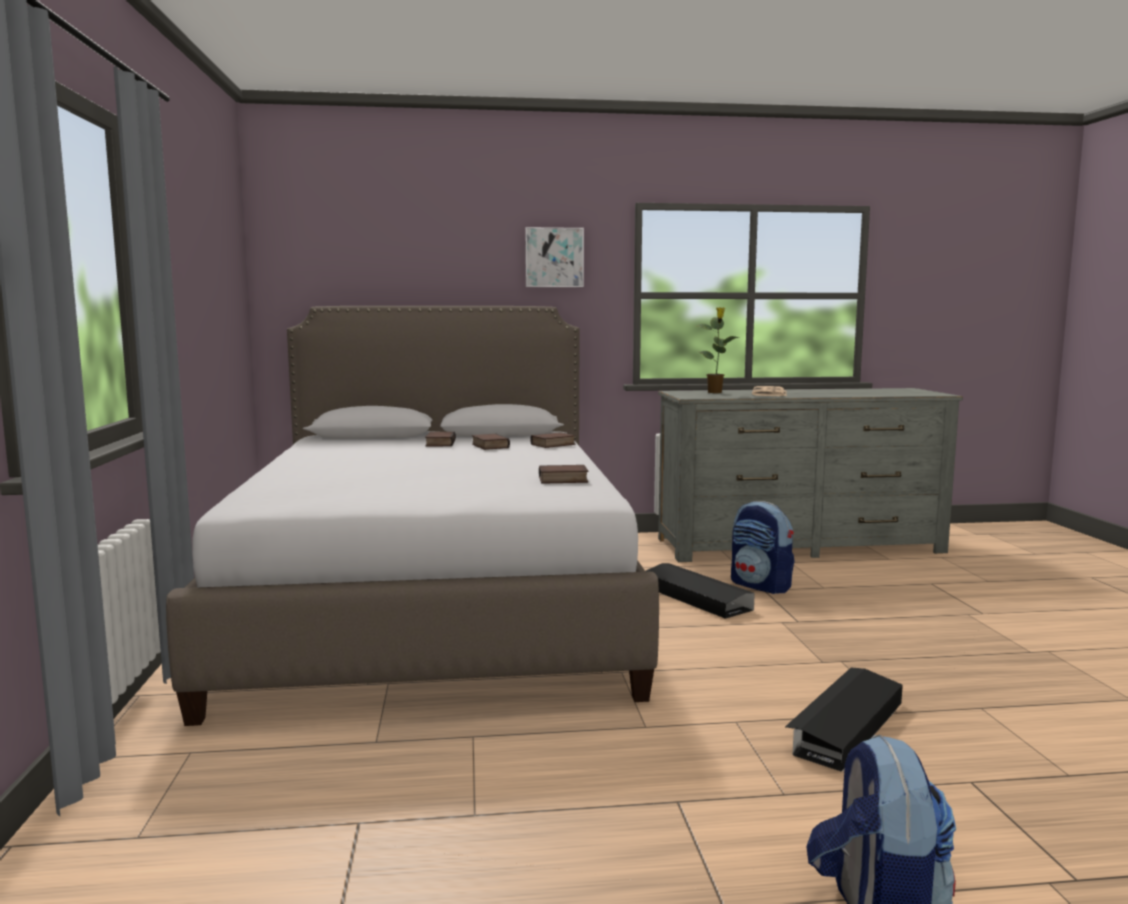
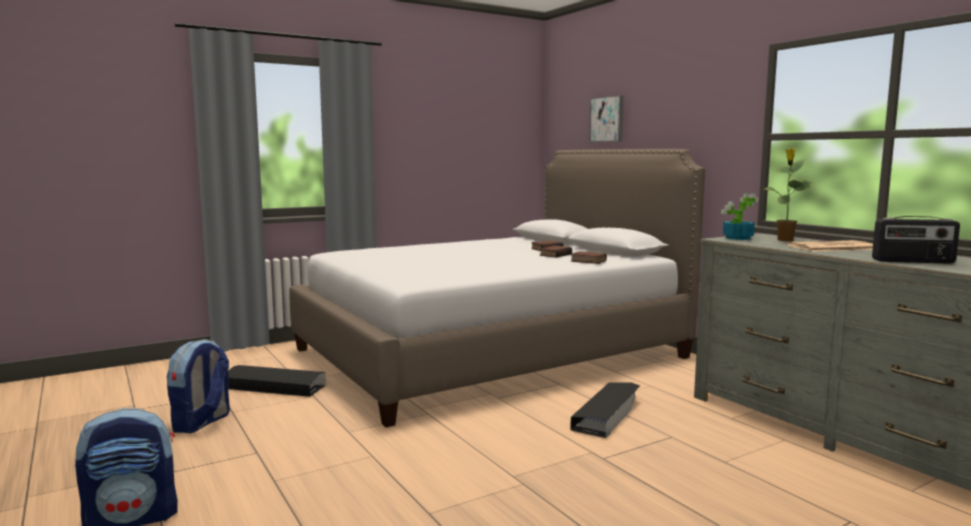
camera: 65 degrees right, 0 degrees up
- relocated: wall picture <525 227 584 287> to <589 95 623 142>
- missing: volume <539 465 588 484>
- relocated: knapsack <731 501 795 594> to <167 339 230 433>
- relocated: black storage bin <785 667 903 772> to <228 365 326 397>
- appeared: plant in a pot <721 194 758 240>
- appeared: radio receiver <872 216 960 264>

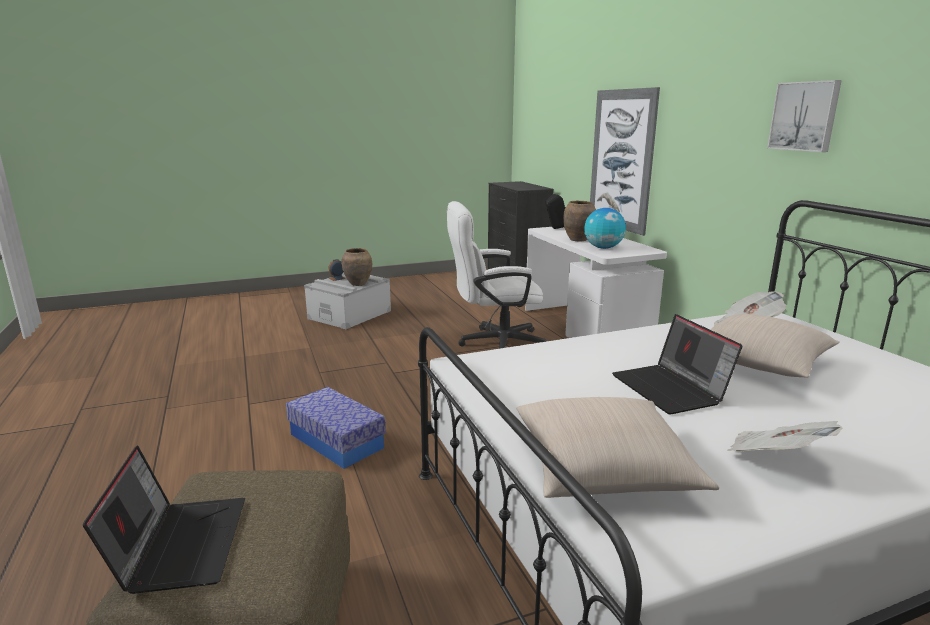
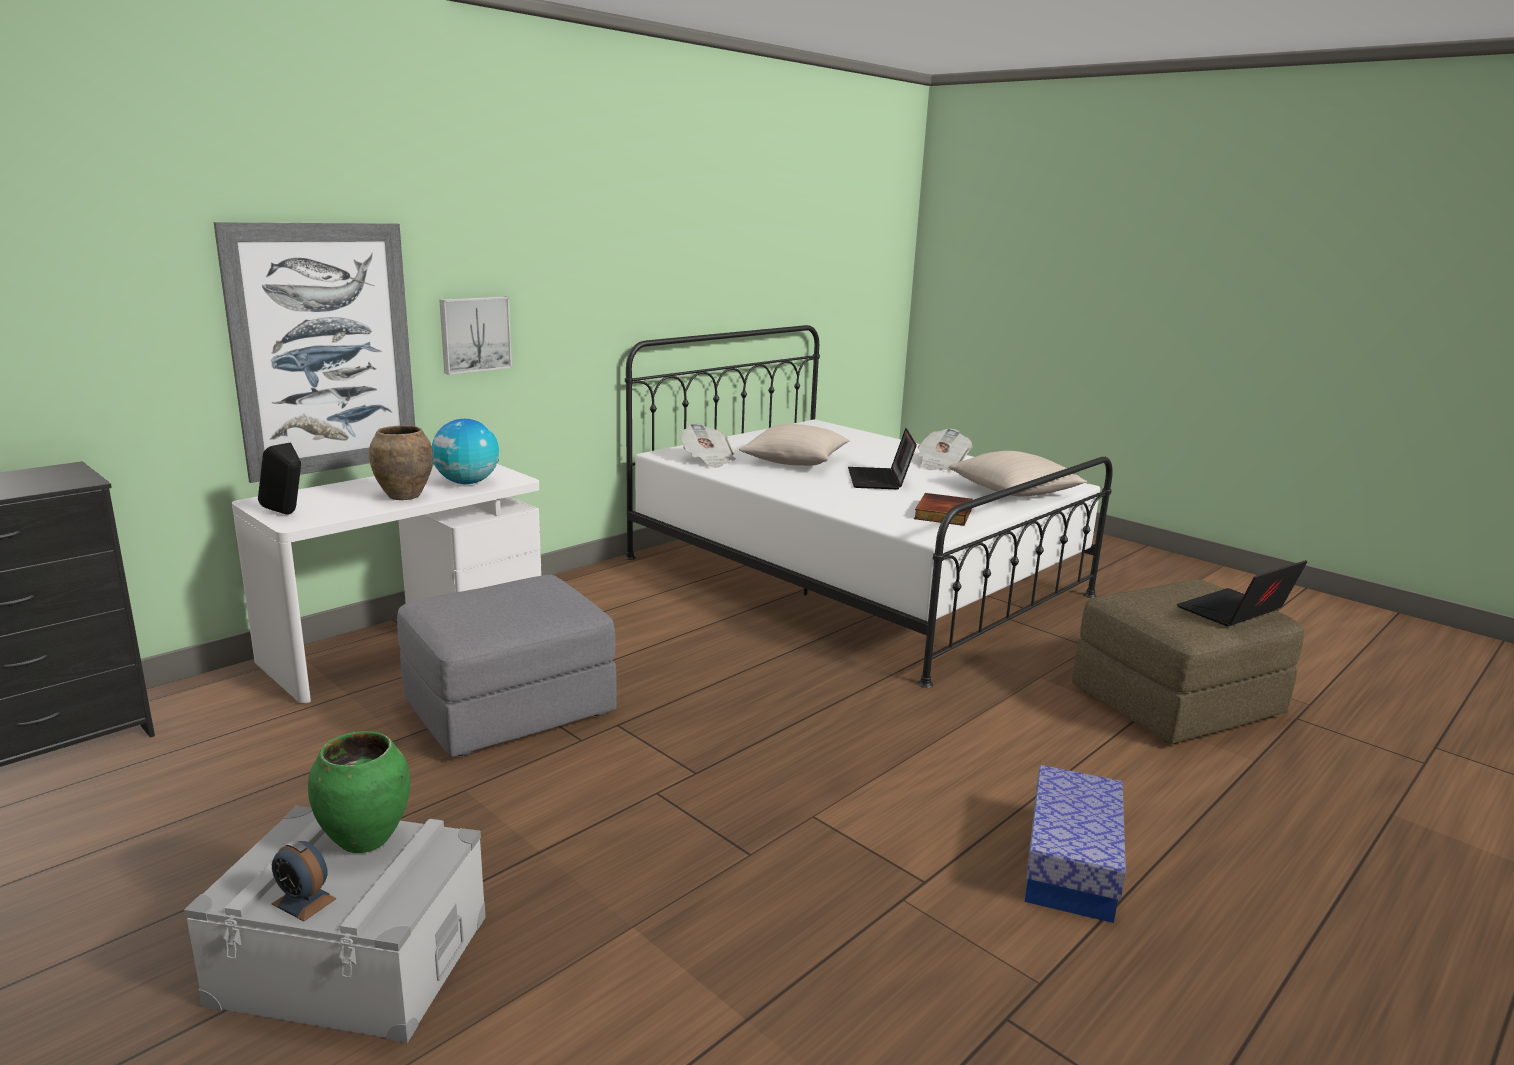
camera: 115 degrees left, 0 degrees up
- relocated: storage bin <286 387 386 469> to <1025 765 1126 923>
- colour: brown flower vase <341 248 372 286> to green flower vase <308 731 410 853>
- exchanged: white-coloured computer chair <447 201 546 349> to greyish pouffe <397 575 617 757>
- spun: notebook computer <612 314 743 414> = <848 428 917 489> 135 degrees clockwise
- relocated: wall picture <767 80 842 152> to <439 296 512 375>
- appeared: volume <914 493 973 526>

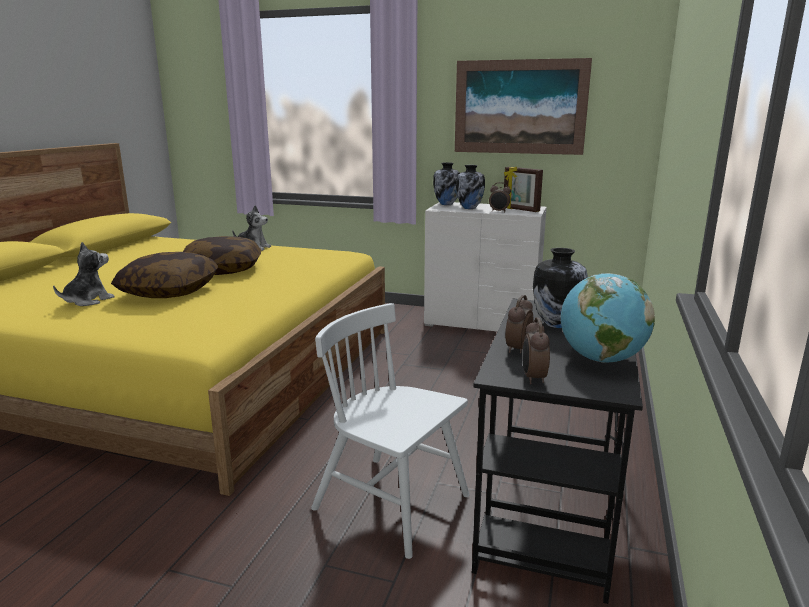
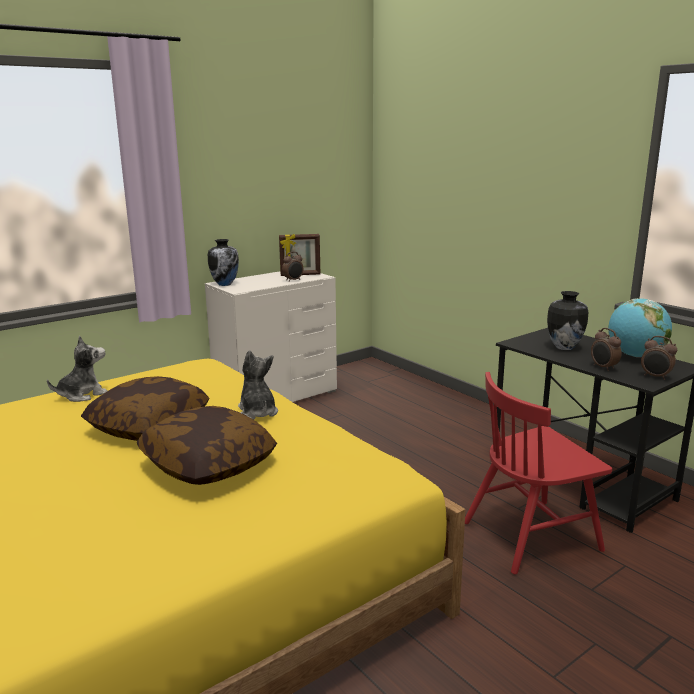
camera: 55 degrees left, 0 degrees up
- relocated: cuddly toy <53 242 115 306> to <238 350 278 420>
- colour: white-coloured upright chair <311 303 470 559> to red upright chair <465 372 612 574>
- missing: wall picture <455 58 592 155>
- missing: flower vase <456 165 485 209>

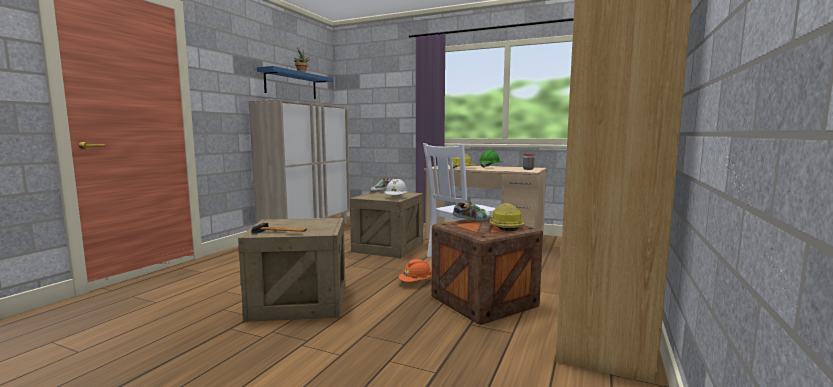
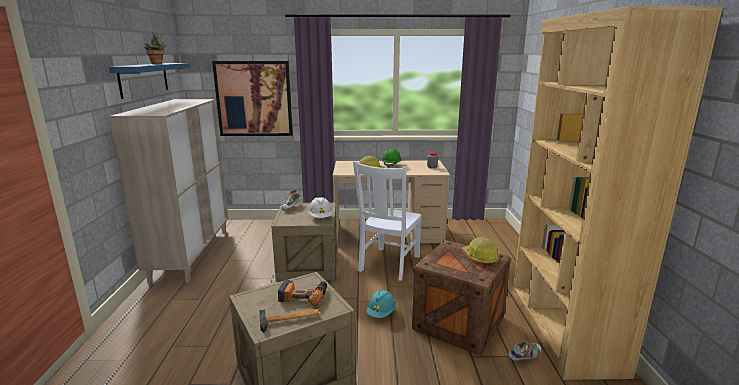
camera: 25 degrees left, 10 degrees up
- colour: orange safety helmet <399 259 432 282> to turquoise safety helmet <366 290 396 318>
- relocated: low shoe <452 200 491 221> to <508 342 541 361>
- appeared: wall picture <212 61 293 136>
- appeared: drill <278 280 327 306>

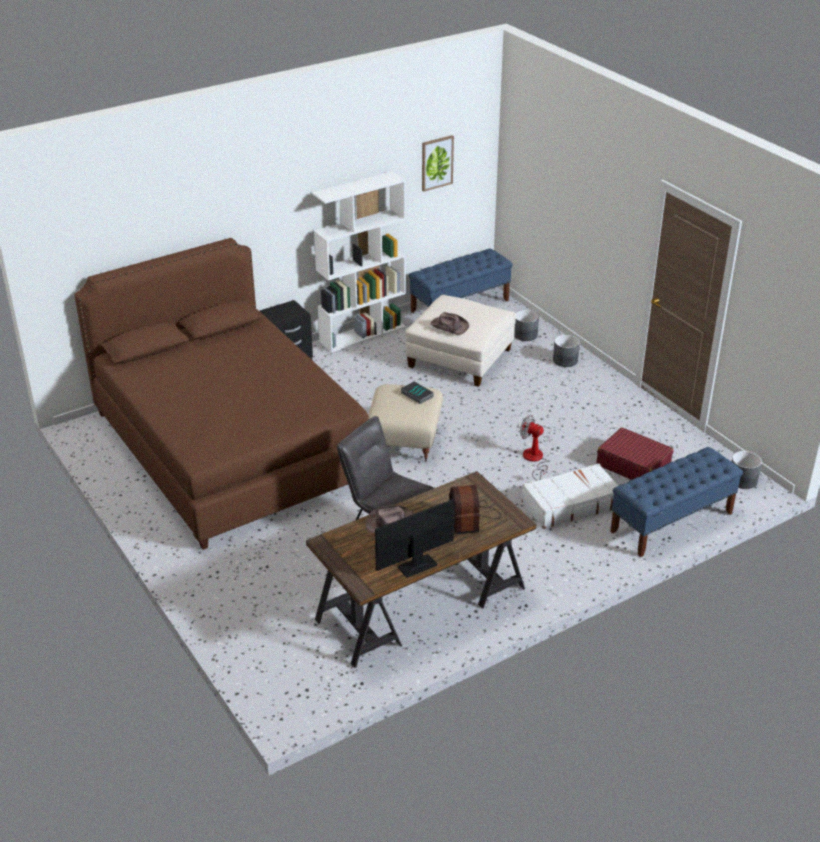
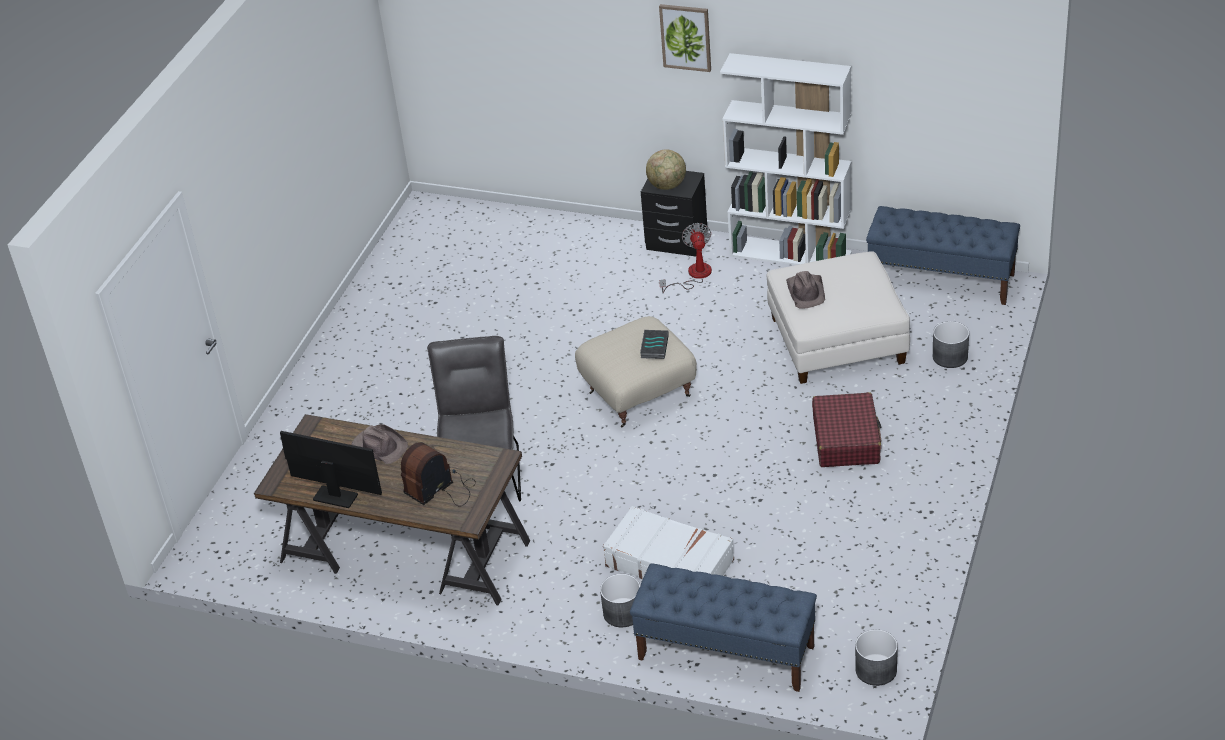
camera: 55 degrees right, 5 degrees up
- missing: brown bed <74 238 369 550>
- relocated: wall picture <422 135 454 192> to <659 4 711 72>
- relocated: fan <520 415 548 480> to <659 223 712 293>
- relocated: greyish planter <553 335 580 367> to <600 574 640 627>
- relocated: red travel case <596 427 673 480> to <812 392 881 467>
- appeared: desk globe <646 150 686 190>

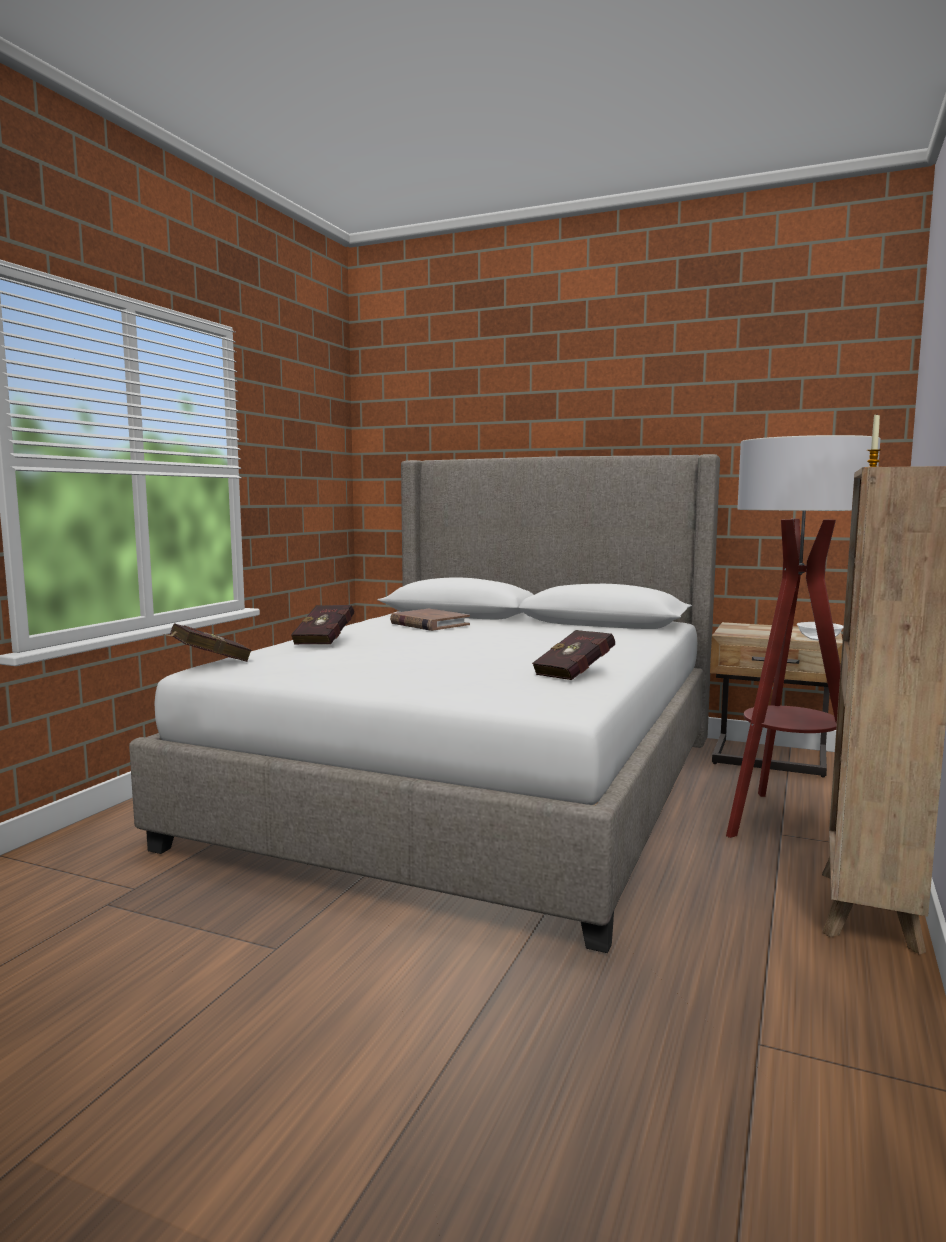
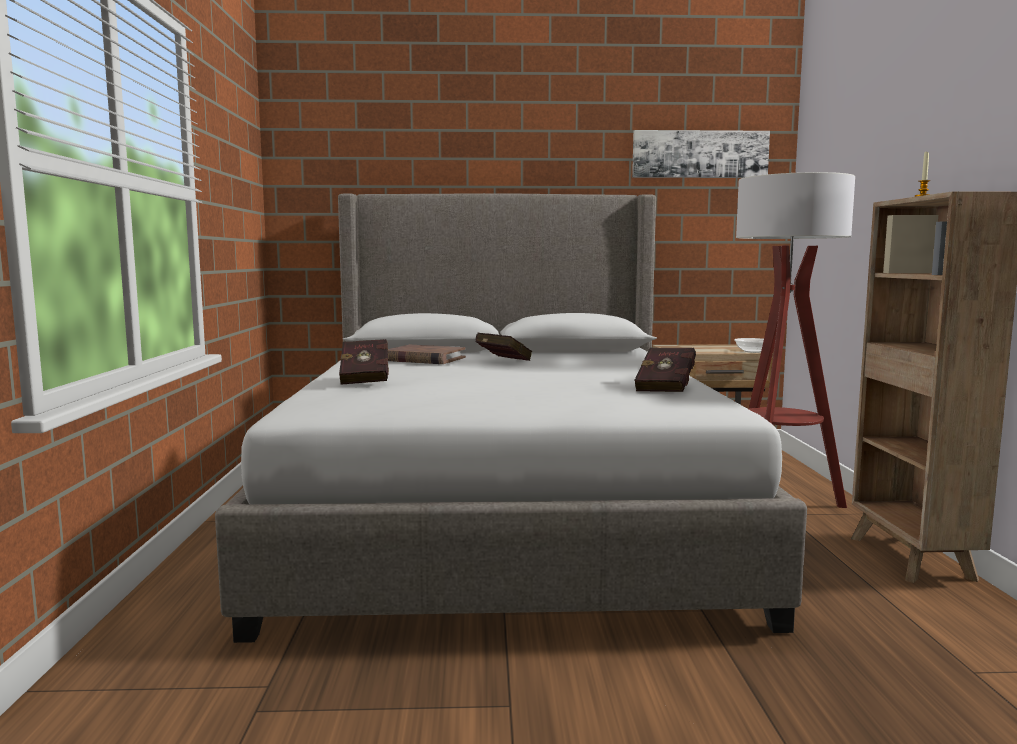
camera: 25 degrees left, 0 degrees up
- relocated: red volume <164 623 252 662> to <475 333 532 361>
- appeared: wall picture <632 130 770 178>

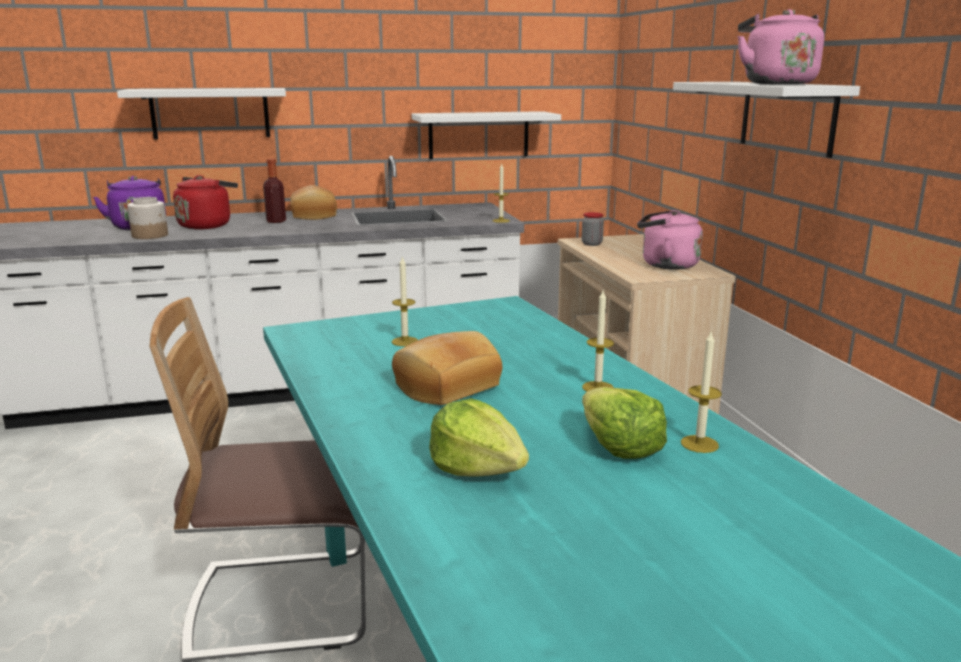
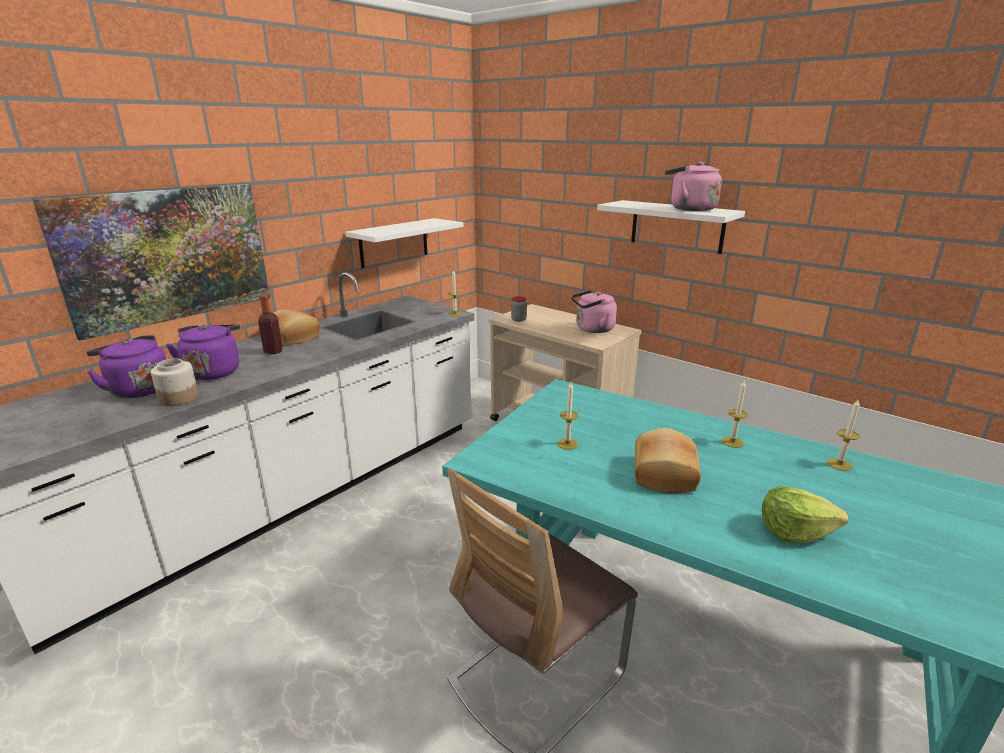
camera: 35 degrees left, 5 degrees up
- exchanged: white-coloured shelf <117 88 286 140> to wall picture <32 184 270 341>
- colour: red water kettle <173 175 238 229> to purple water kettle <166 324 240 380>
- missing: head of lettuce <582 387 667 459>

